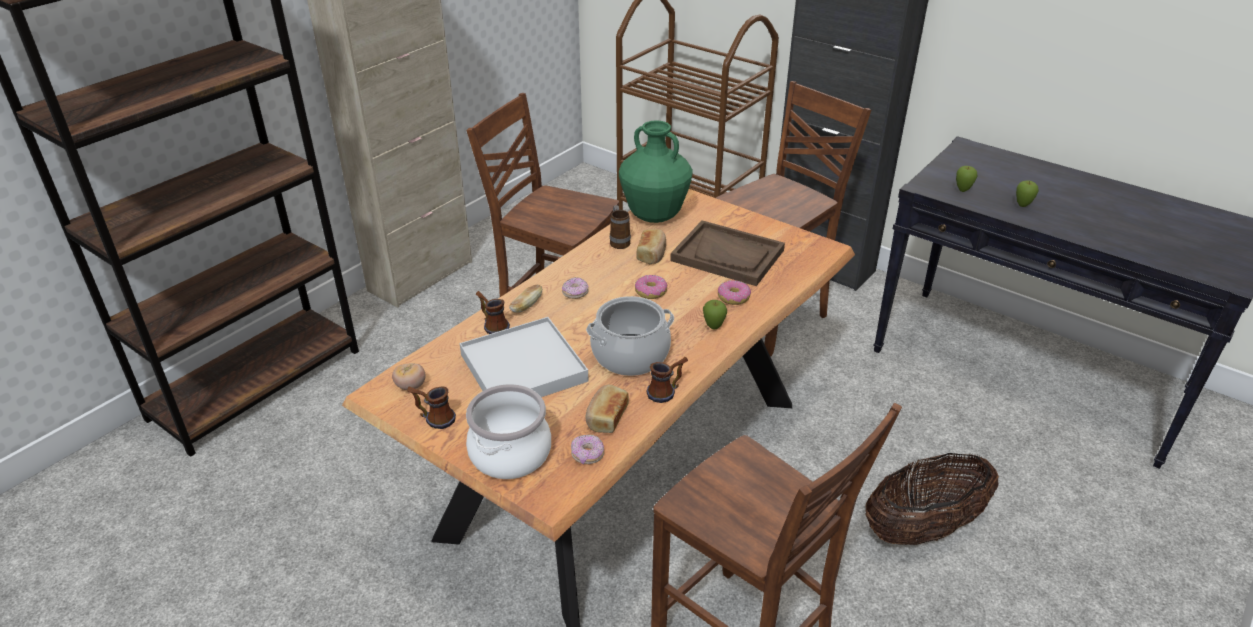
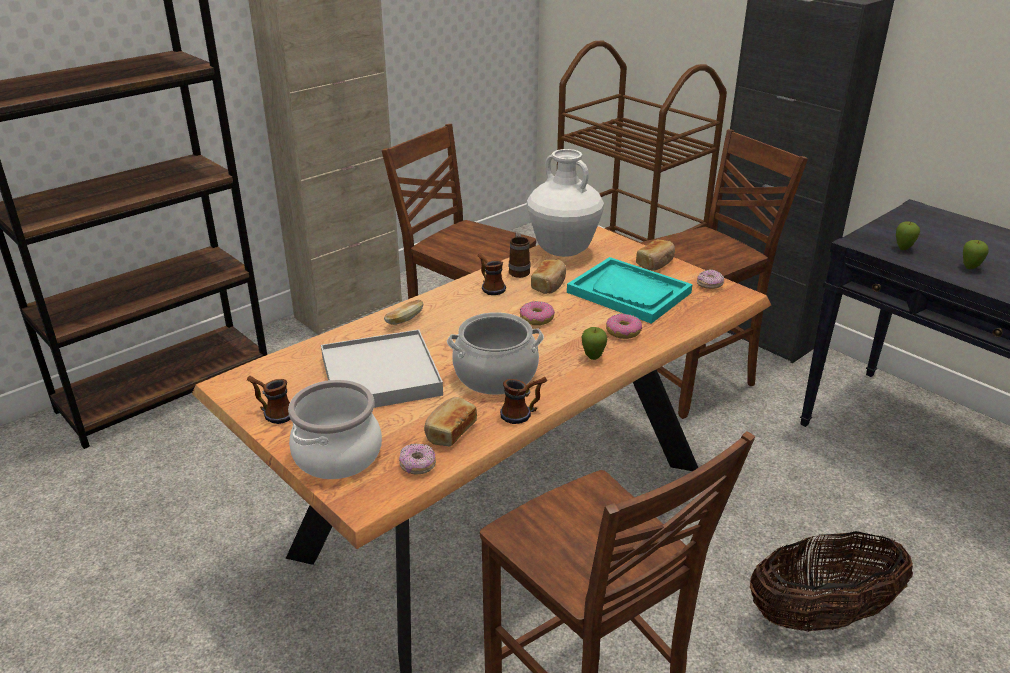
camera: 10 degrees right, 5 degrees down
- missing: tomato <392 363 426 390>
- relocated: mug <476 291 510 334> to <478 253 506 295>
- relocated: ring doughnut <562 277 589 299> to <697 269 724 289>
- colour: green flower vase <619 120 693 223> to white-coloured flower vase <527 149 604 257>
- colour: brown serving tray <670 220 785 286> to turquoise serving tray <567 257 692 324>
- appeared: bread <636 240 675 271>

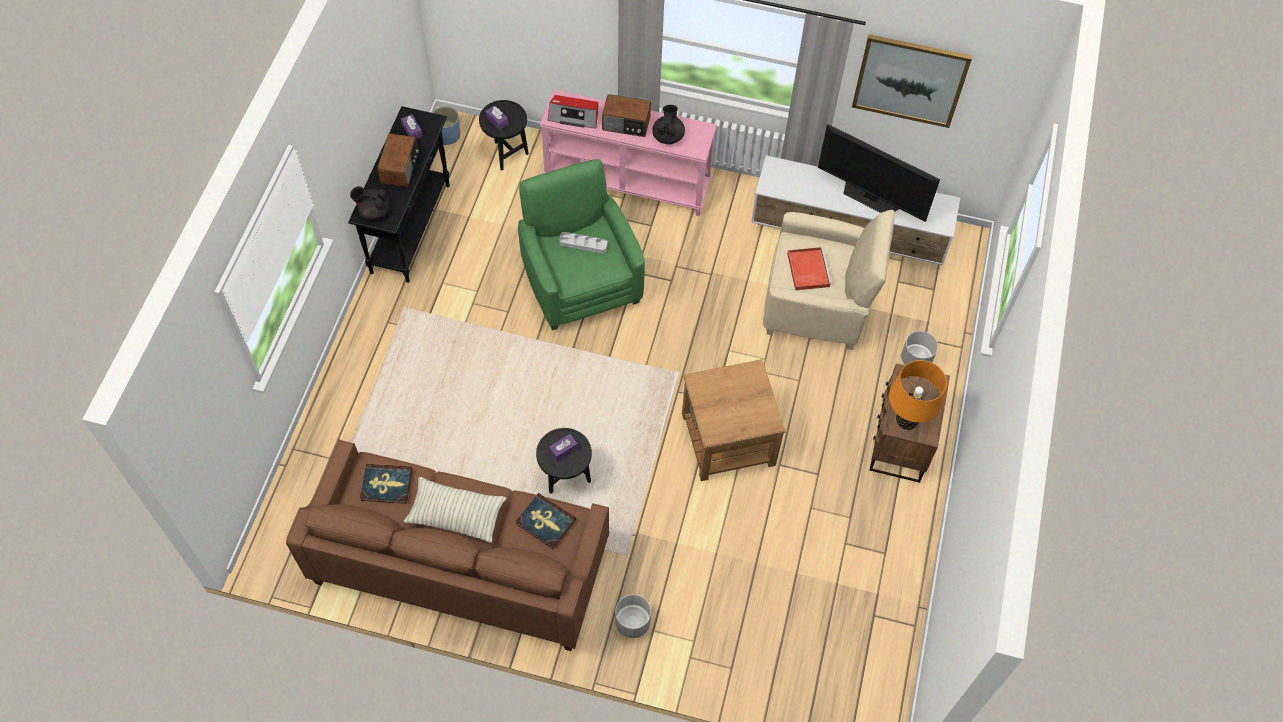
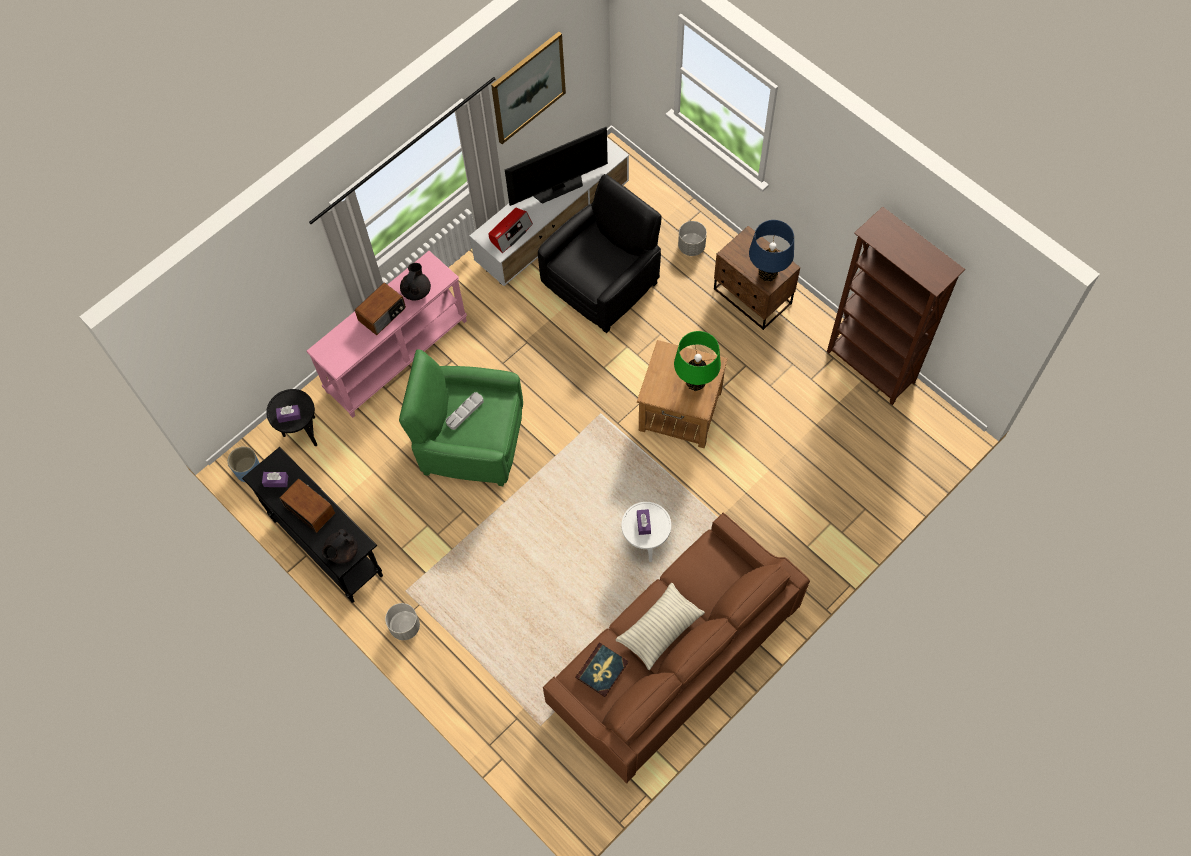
camera: 55 degrees left, 5 degrees up
- missing: volume <515 493 576 549>
- colour: black accent table <536 428 592 494> to white-coloured accent table <622 502 671 562>
- relocated: radio receiver <548 95 598 129> to <488 208 533 253>
- relocated: greyish planter <615 594 651 638> to <385 603 420 640>
- spun: black pot for tea <652 105 685 144> = <400 263 431 300> 60 degrees clockwise
- colour: sand-coloured lounge chair <763 210 895 350> to black lounge chair <538 174 661 333>
- missing: red serving tray <787 247 832 290>
- colour: orange table lamp <889 360 947 430> to blue-coloured table lamp <749 220 794 282>
- appeared: green table lamp <674 331 721 391>
- appeared: brown shelving unit <827 207 965 405>

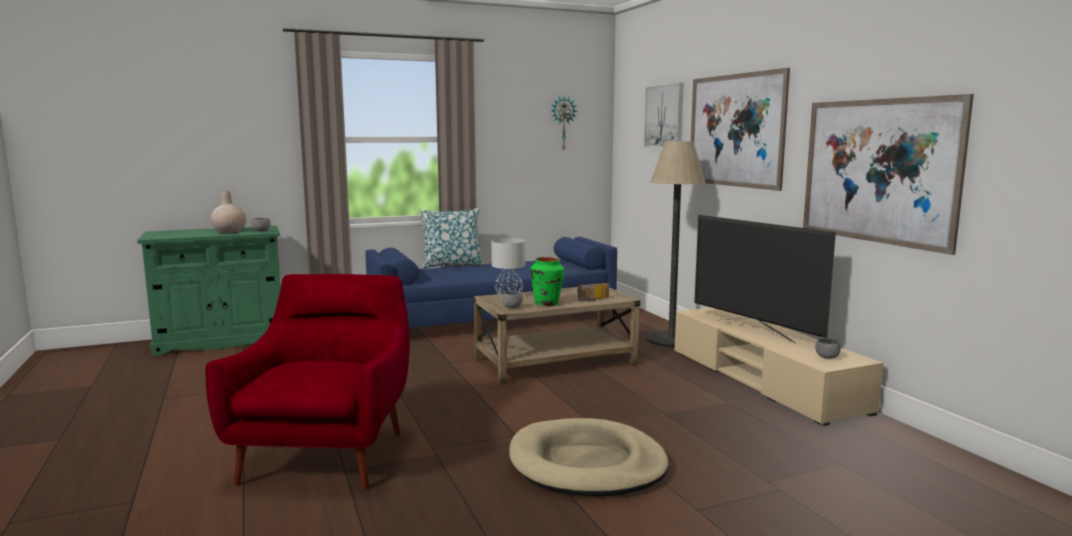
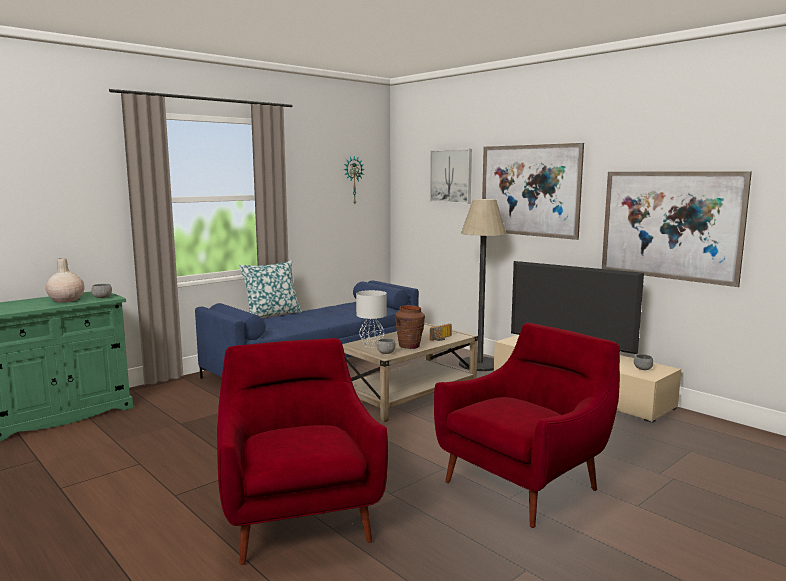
camera: 20 degrees left, 0 degrees up
- exchanged: sand-coloured dog bed <509 418 669 497> to red lounge chair <434 323 620 528>
- colour: green flower vase <531 257 564 306> to brown flower vase <395 305 425 349>

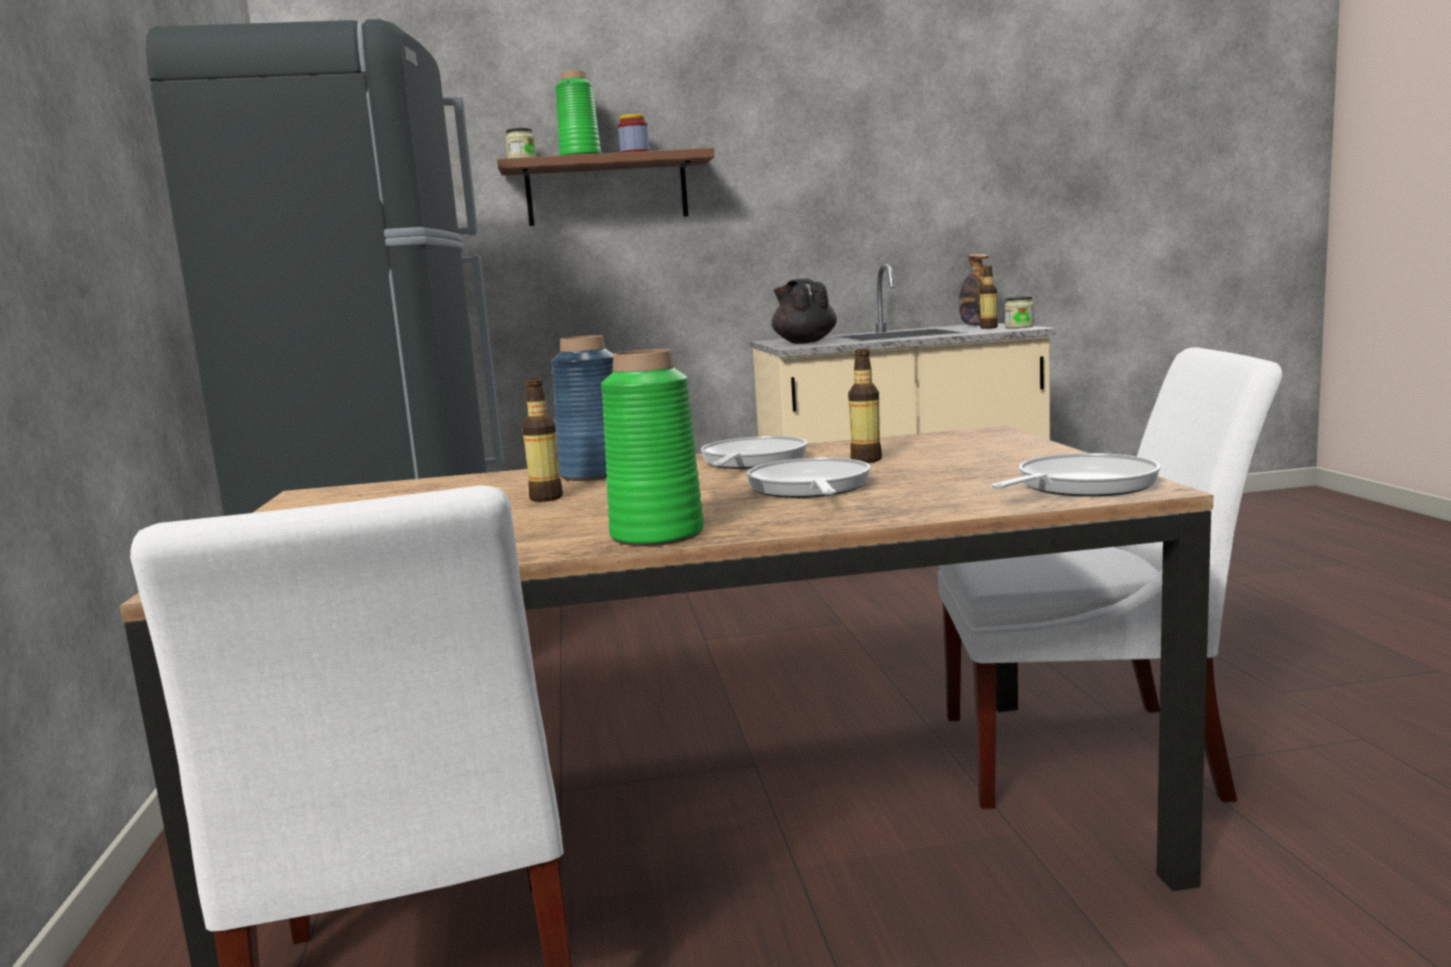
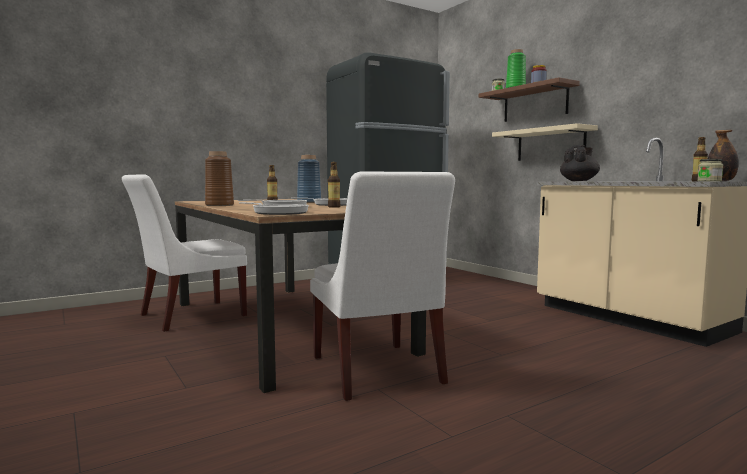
camera: 65 degrees right, 5 degrees down
- colour: green flower vase <601 349 704 546> to brown flower vase <205 151 234 206>
- appeared: sand-coloured shelf <492 123 598 161>

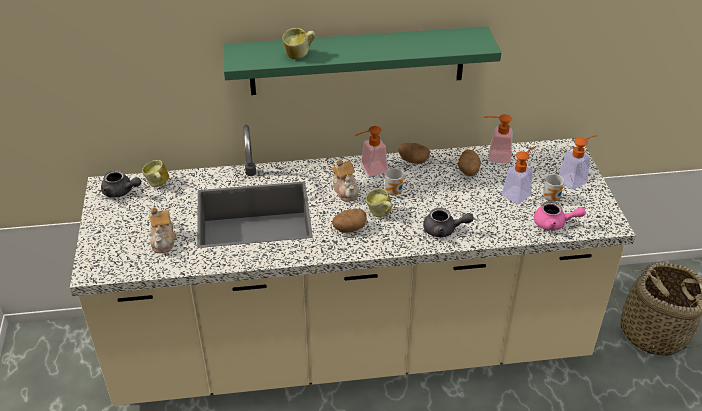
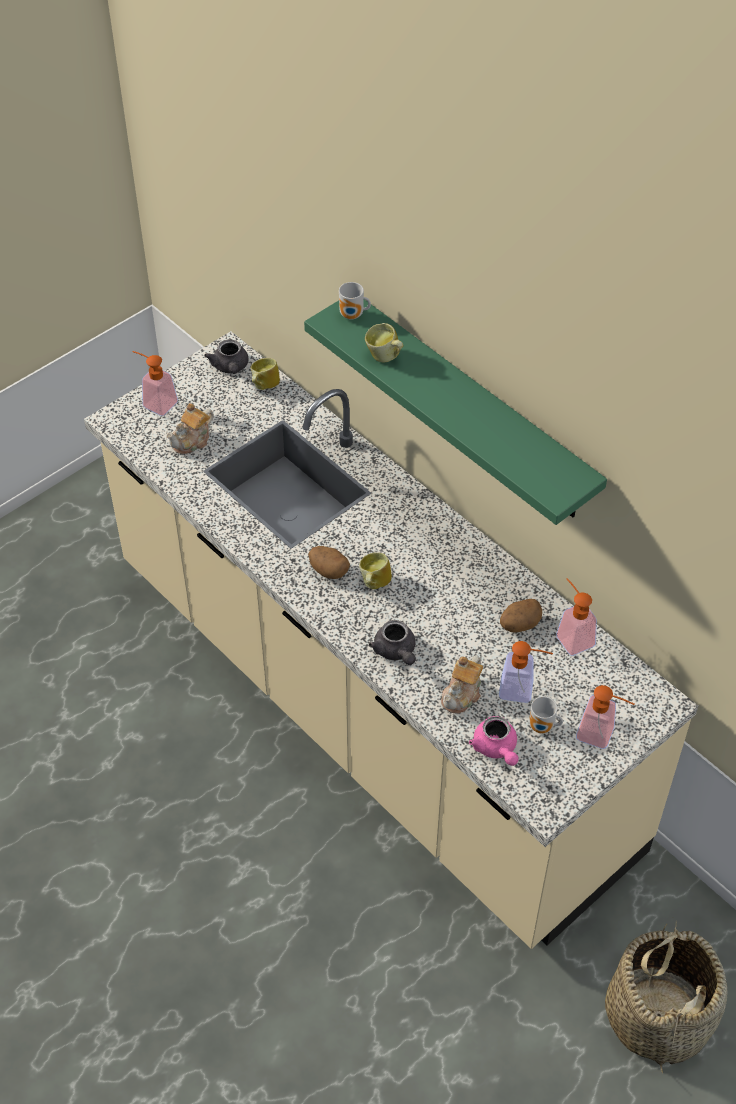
camera: 55 degrees right, 10 degrees up
- relocated: pot for tea <332 159 359 202> to <441 655 483 714>
- relocated: liquid soap bottle <355 126 388 177> to <132 351 178 416>
- relocated: mug <385 168 404 196> to <339 282 371 320>
- missing: potato <398 143 430 164>

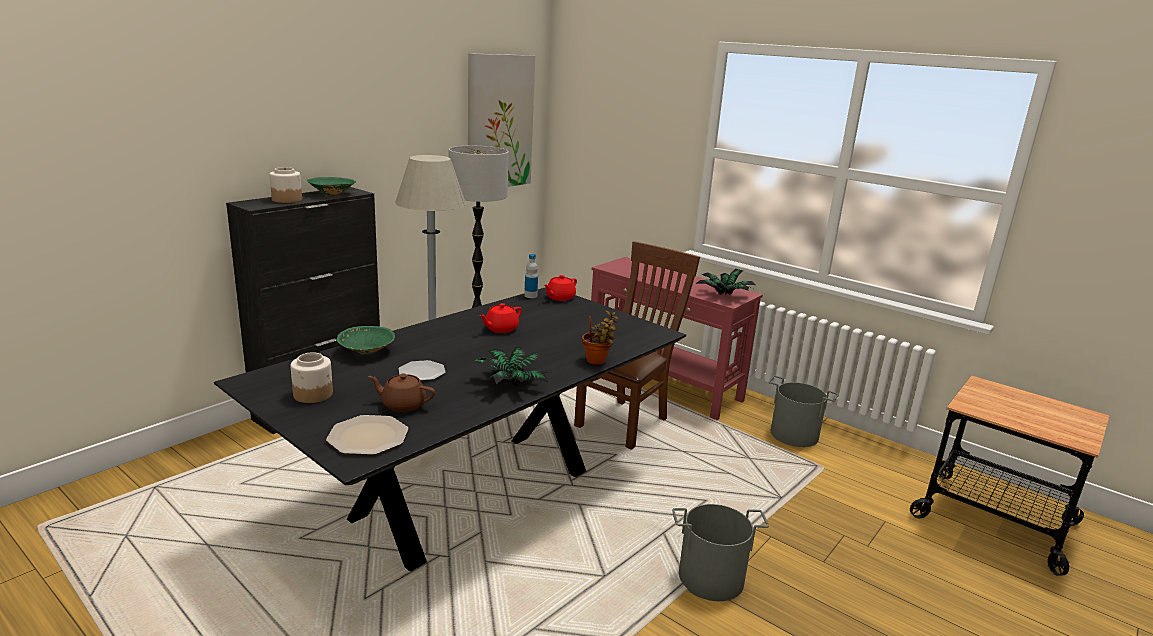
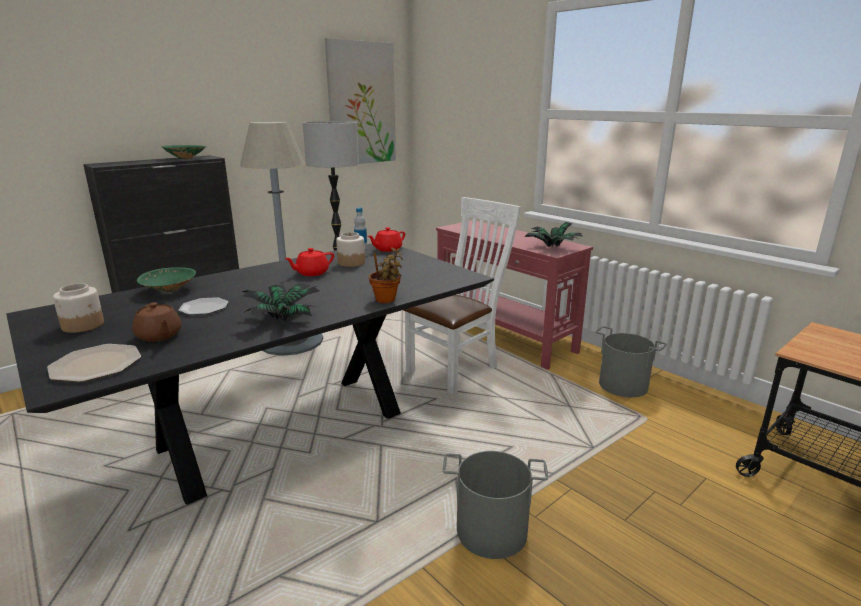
camera: 10 degrees right, 0 degrees up
- relocated: preserve jar <270 167 302 203> to <336 232 365 267>
- spun: brown pot for tea <368 373 435 412> = <132 302 182 342> 150 degrees counterclockwise
- colour: brown upright chair <574 241 700 450> to white-coloured upright chair <403 197 521 395>

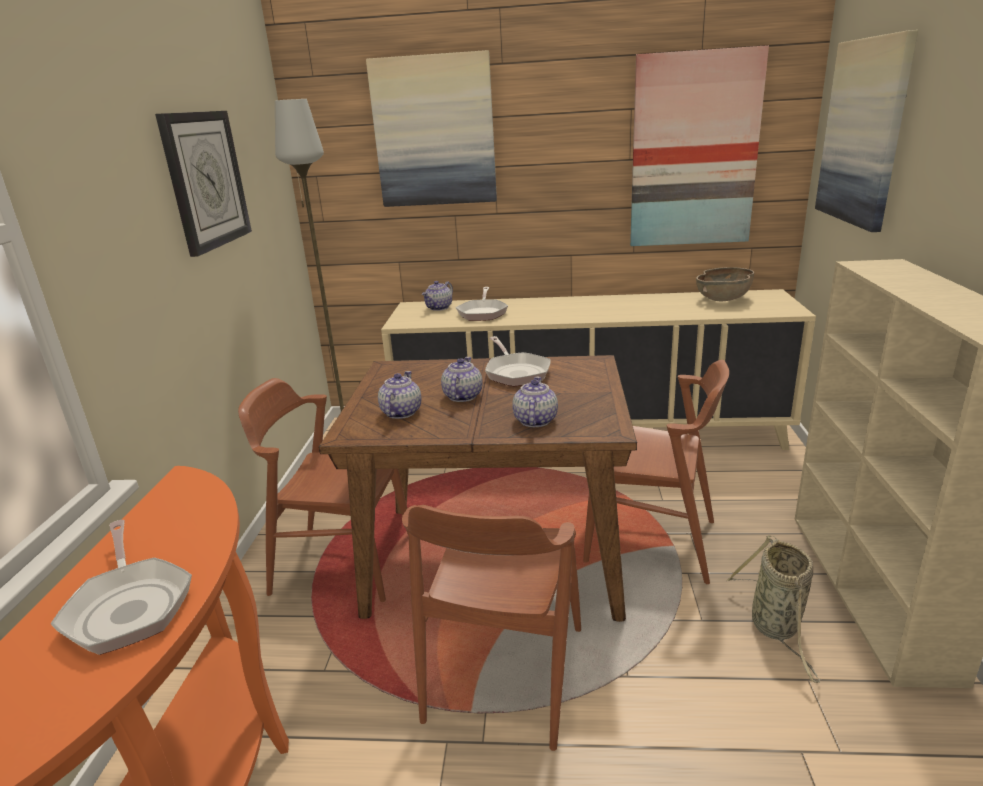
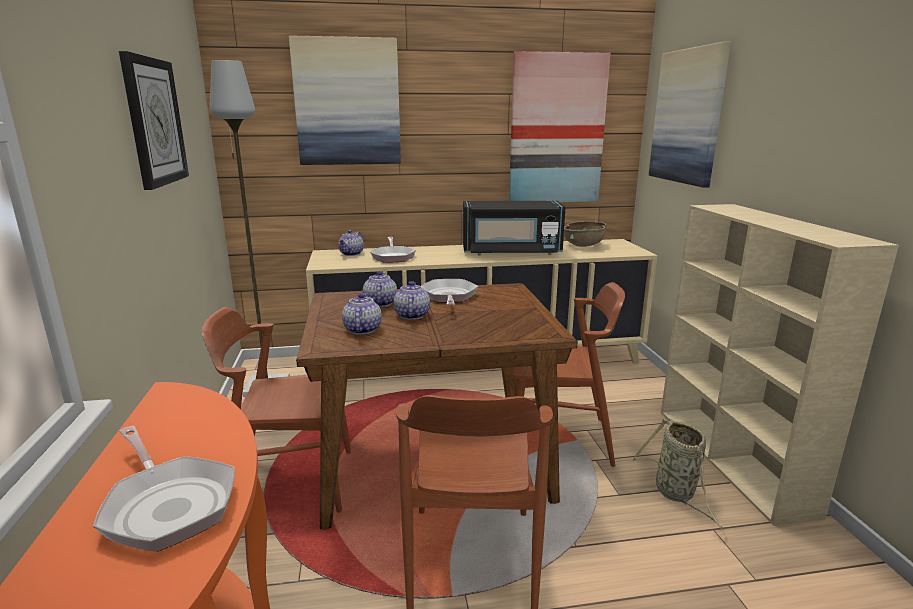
camera: 15 degrees left, 5 degrees down
- spun: skillet <485 336 551 386> = <421 279 478 305> 150 degrees counterclockwise
- relocated: pot for tea <512 377 558 427> to <363 271 397 307>
- appeared: black microwave oven <463 201 566 255>

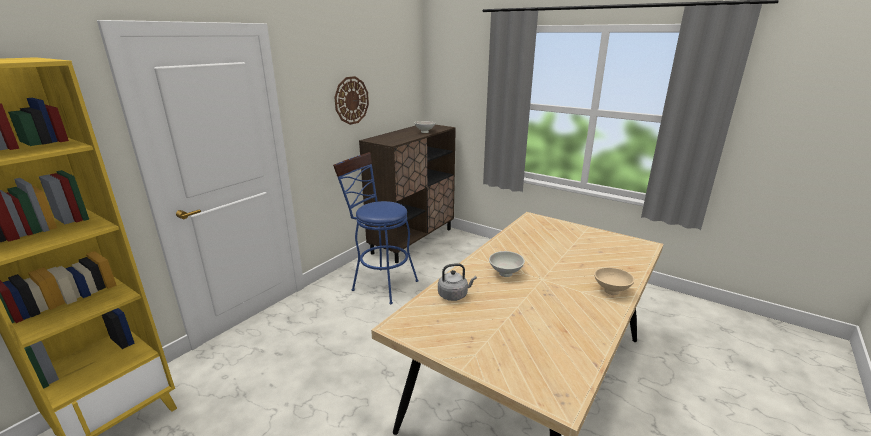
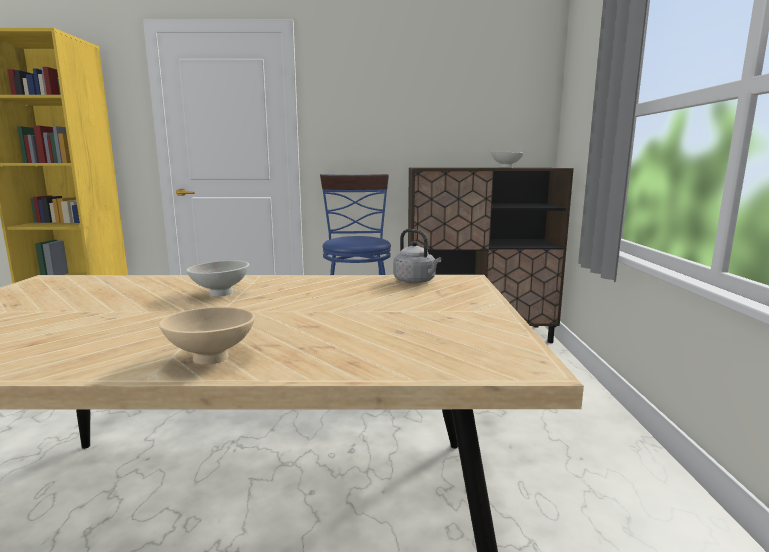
camera: 55 degrees right, 10 degrees down
- missing: hanging clock <334 76 369 125>
- relocated: greyish water kettle <438 263 477 301> to <393 229 441 284>

